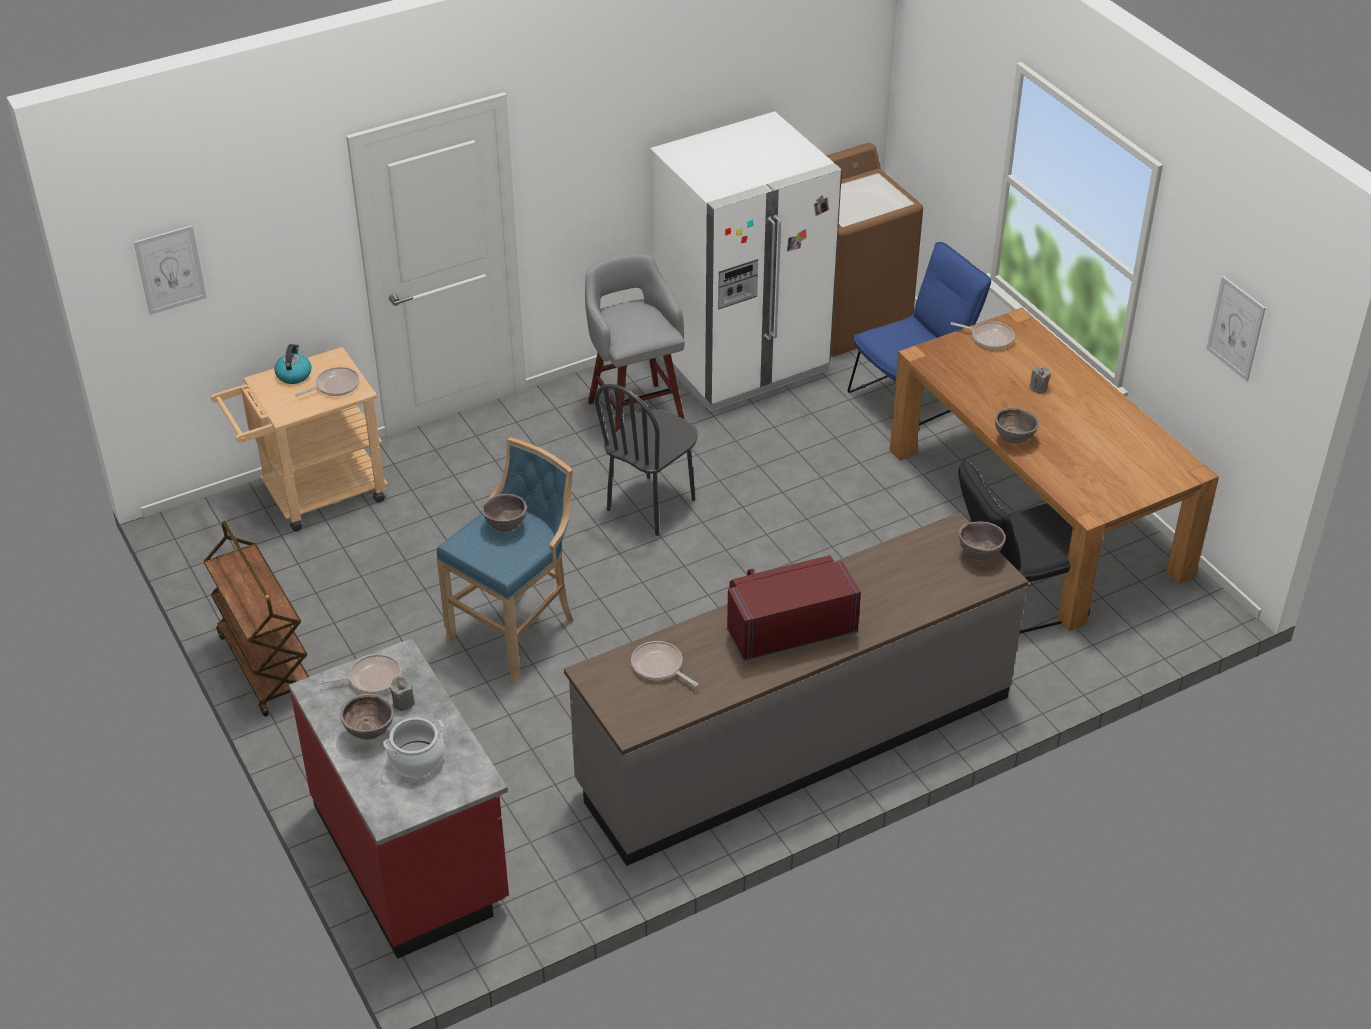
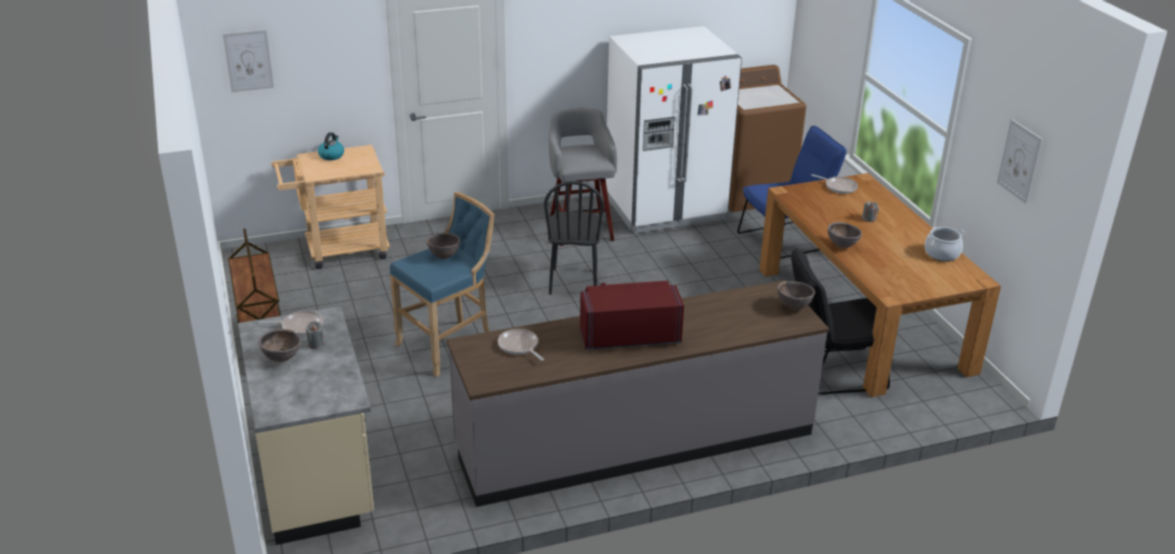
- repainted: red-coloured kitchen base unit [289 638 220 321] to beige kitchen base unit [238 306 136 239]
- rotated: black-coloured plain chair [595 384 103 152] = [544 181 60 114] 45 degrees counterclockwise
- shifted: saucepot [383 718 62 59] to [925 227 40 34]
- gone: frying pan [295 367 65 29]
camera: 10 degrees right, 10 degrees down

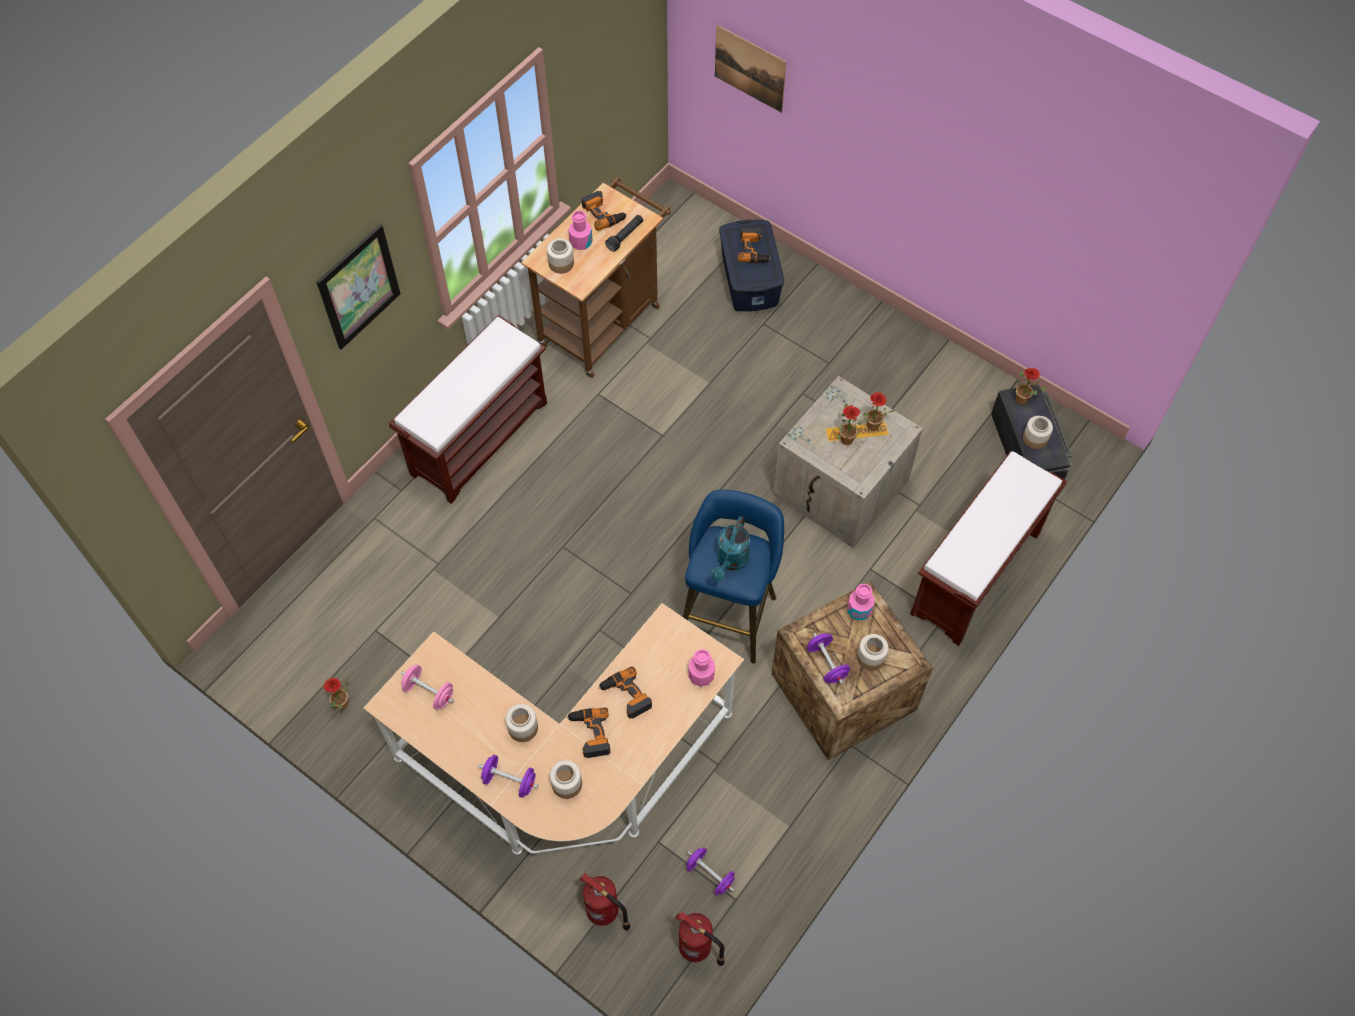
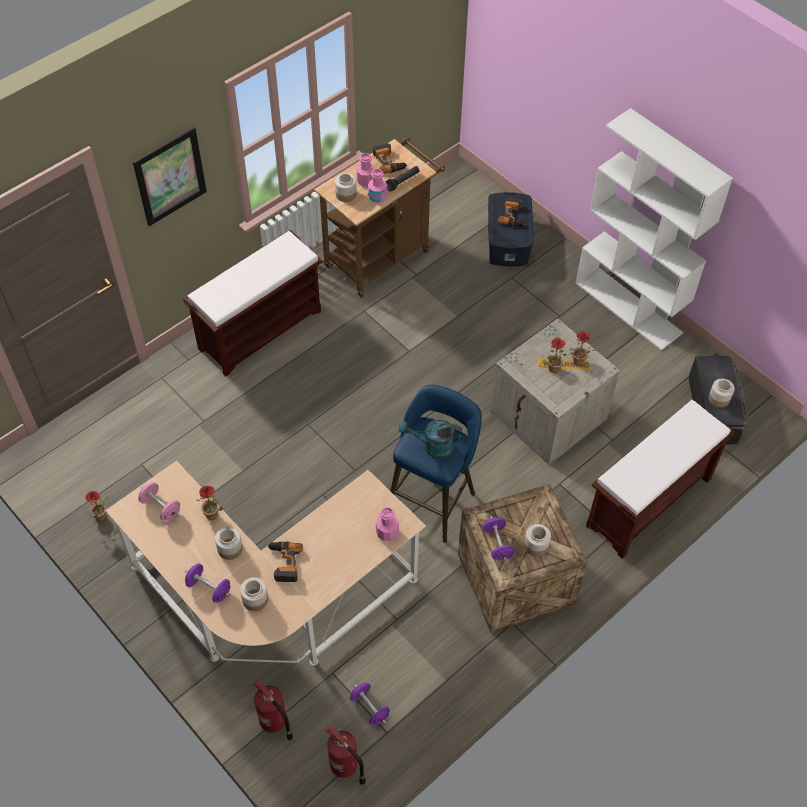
- shifted: houseplant [1016 368 31 37] to [197 486 26 34]
- shifted: pink-coloured beverage bottle [847 584 27 36] to [368 169 19 34]
- rotated: turquoise watering can [711 516 39 65] = [398 419 64 40] 60 degrees clockwise
- new: white-coloured bookshelf [576 108 157 243]
- gone: power drill [598 667 54 52]
- gone: wall art [715 25 72 88]
camera: 10 degrees right, 5 degrees down

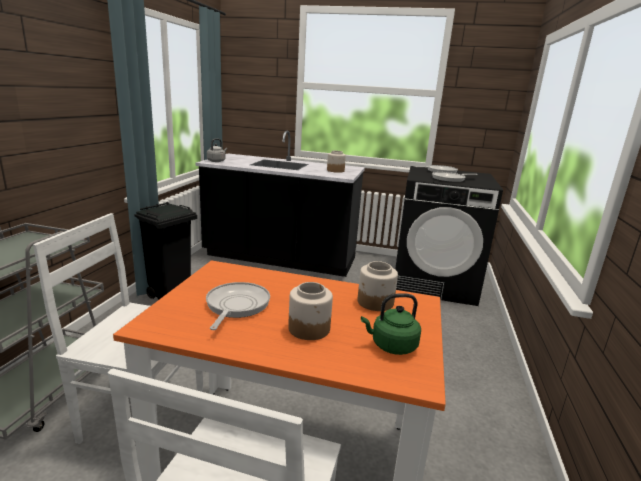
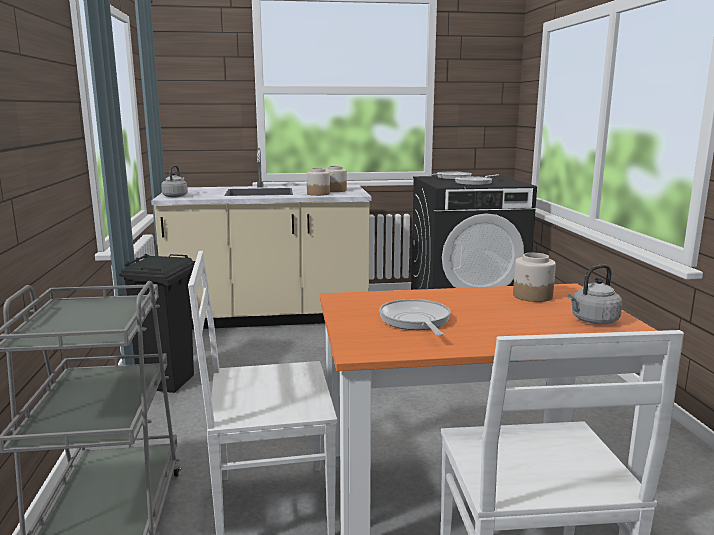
- repainted: black-coloured kitchen base unit [195 130 170 147] to beige kitchen base unit [151 148 220 181]
- shifted: storage jar [288 282 45 58] to [307 168 23 28]
- repainted: greenish tea kettle [361 293 60 62] to gray tea kettle [567 264 55 60]
camera: 20 degrees left, 5 degrees down

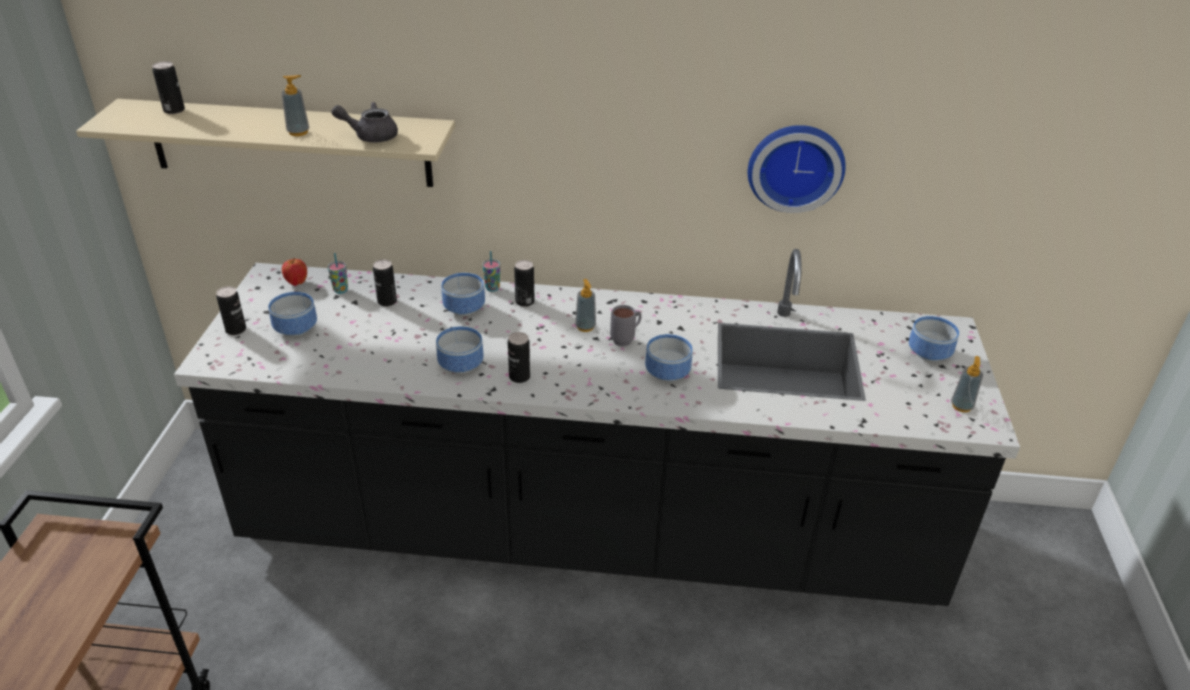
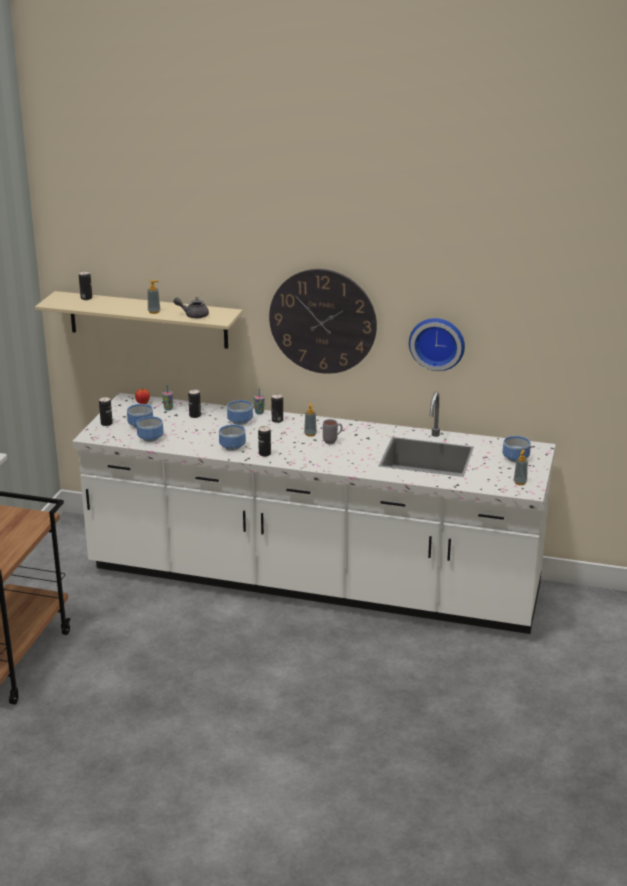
- repainted: black-coloured kitchen base unit [174 249 846 357] to white-coloured kitchen base unit [72 391 484 243]
- shifted: serving bowl [645 334 48 48] to [137 416 27 26]
- new: hanging clock [269 269 108 105]
camera: 10 degrees right, 10 degrees down

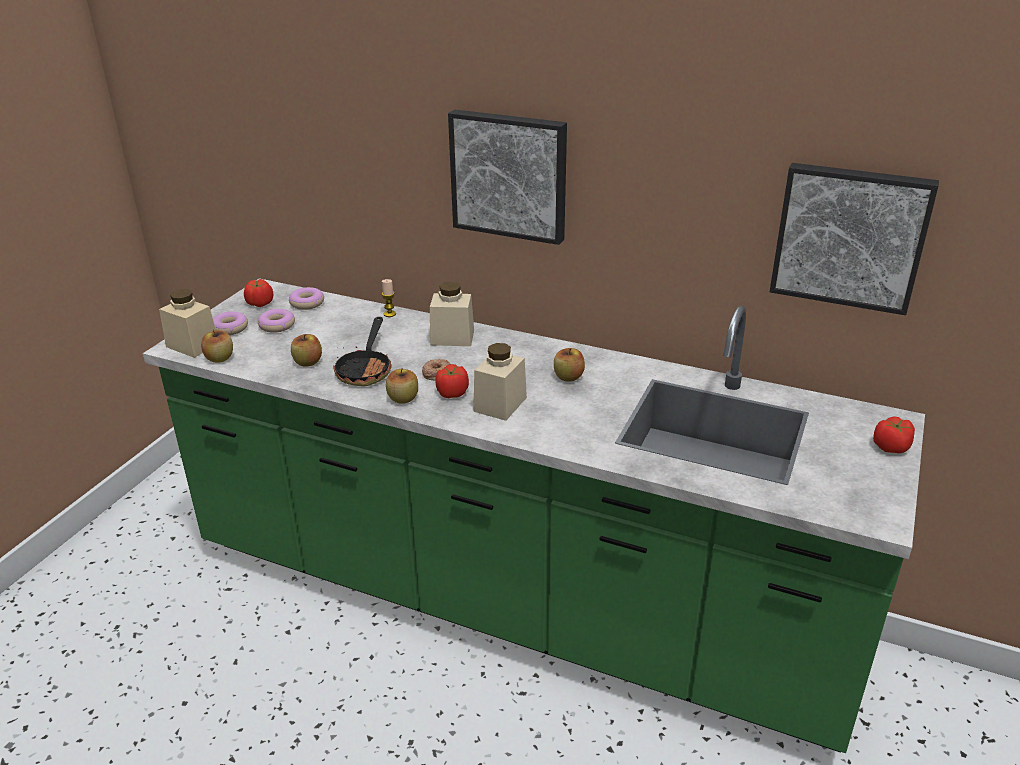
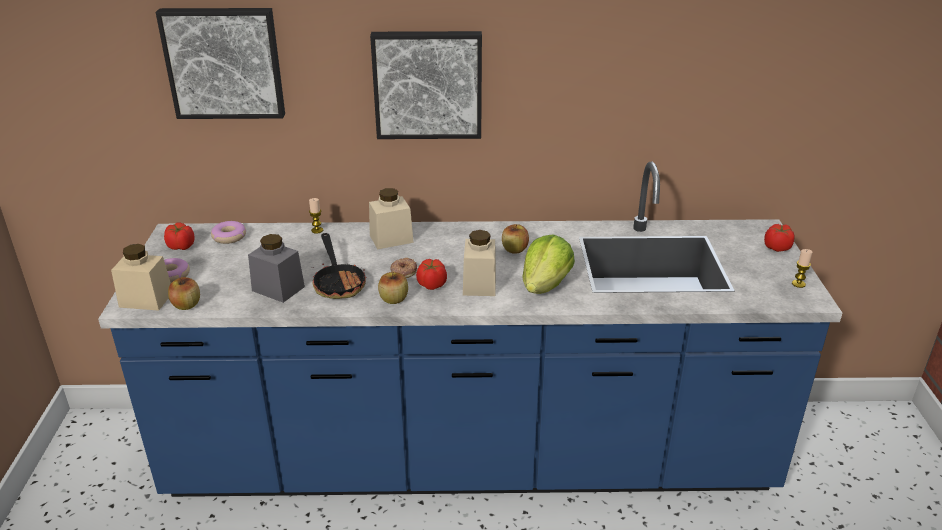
- repainted: greenish kitchen base unit [143 278 782 475] to bluish kitchen base unit [98 162 744 335]
- shifted: wall art [770 163 169 152] to [156 8 129 111]
- swapped: apple [291 334 31 33] to gray storage jar [248 234 57 69]
- new: lettuce [522 234 53 60]
- new: candle [792 249 21 39]
- gone: ring doughnut [258 309 37 24]
camera: 25 degrees left, 0 degrees up

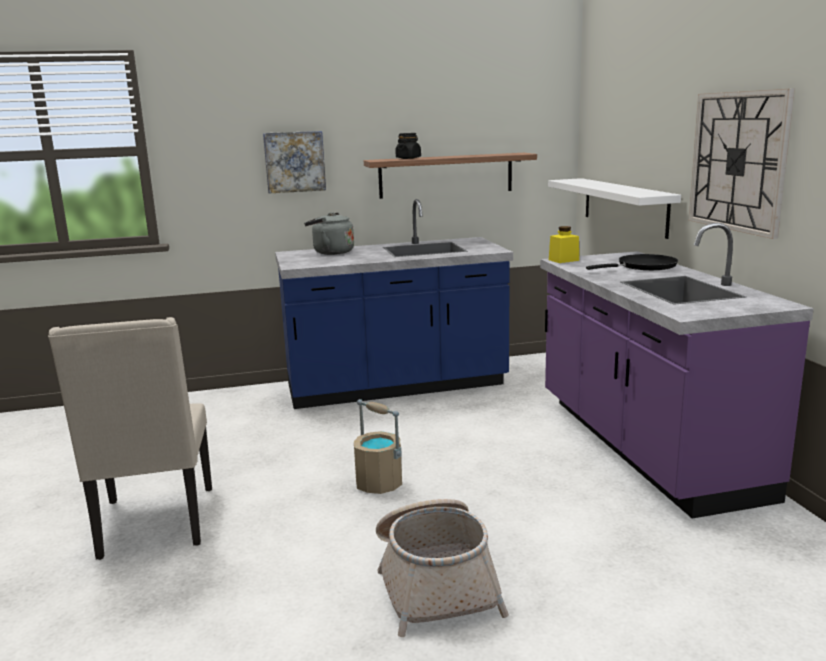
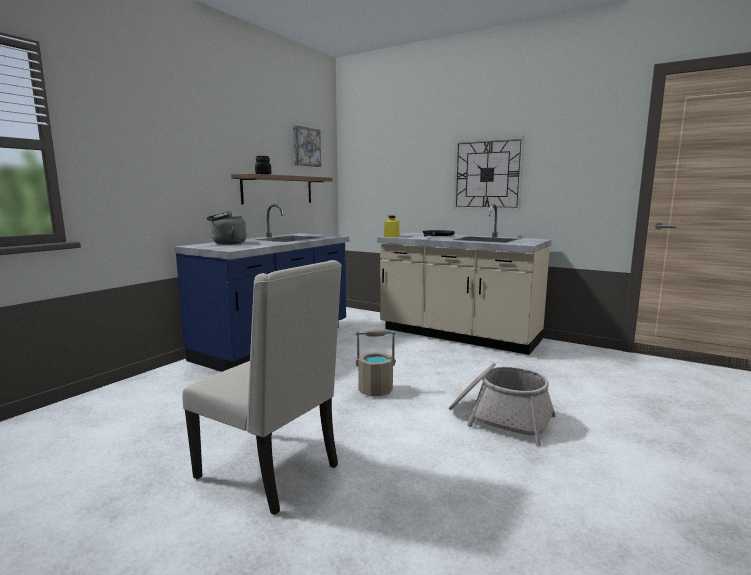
- shifted: wall art [263 131 63 62] to [293 125 28 42]
- repainted: purple kitchen base unit [540 223 274 296] to beige kitchen base unit [377 204 175 151]
- gone: white-coloured wall shelf [548 178 133 61]
camera: 45 degrees left, 5 degrees down

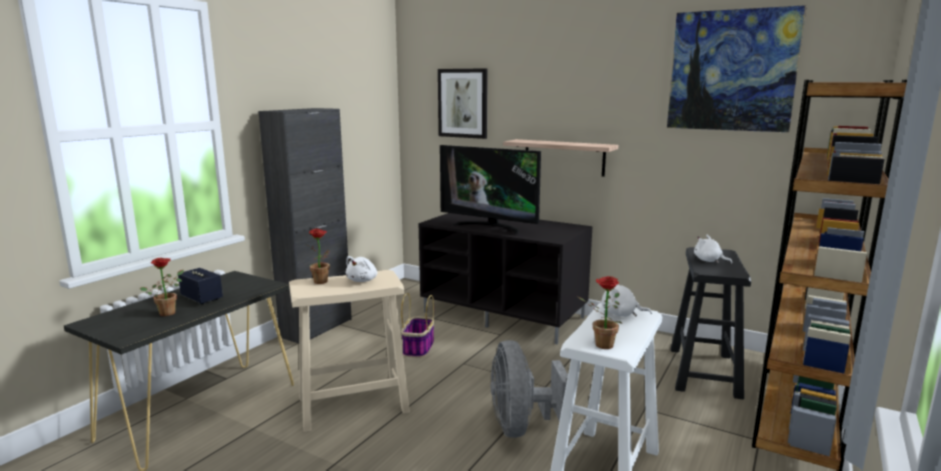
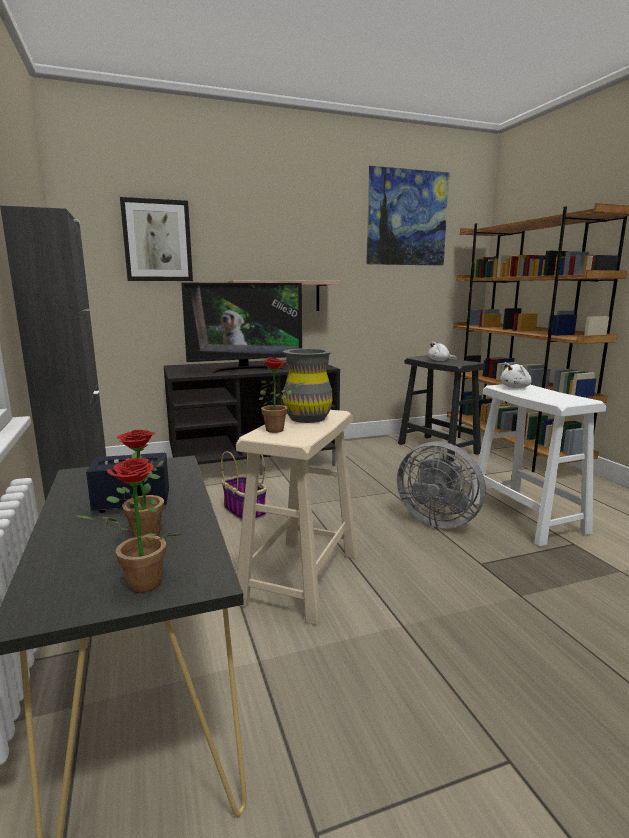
- shifted: houseplant [578 276 45 73] to [75 458 106 135]
- swapped: white-coloured cuddly toy [346 256 31 26] to gray vase [283 348 50 75]
camera: 50 degrees left, 0 degrees up

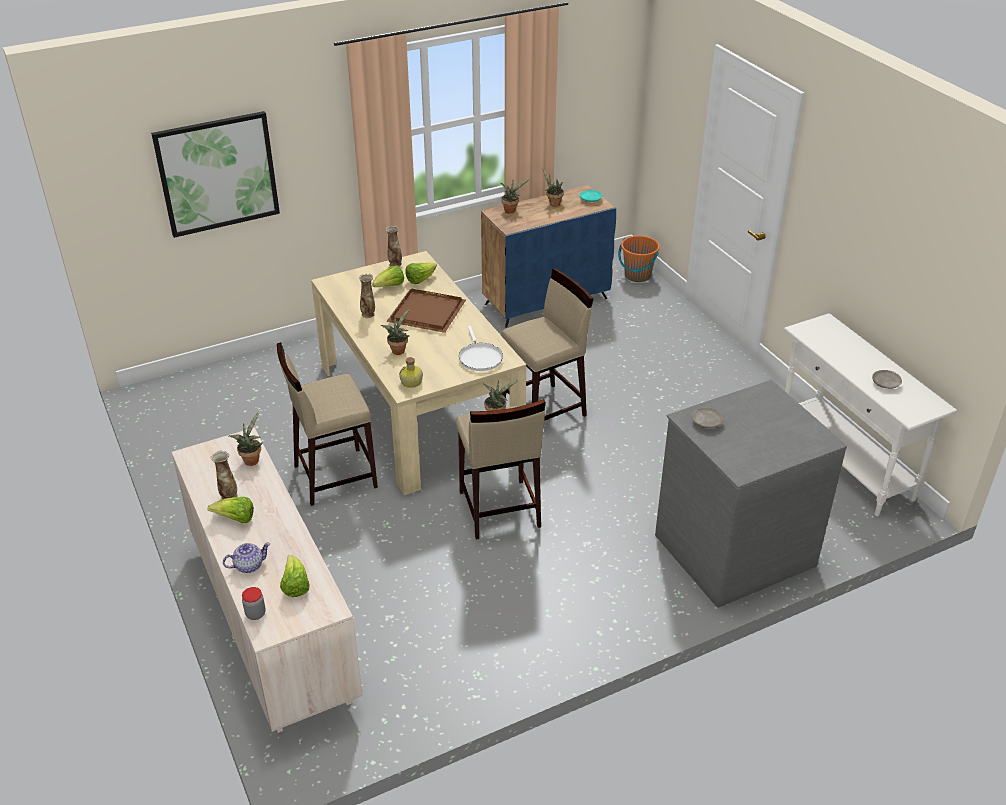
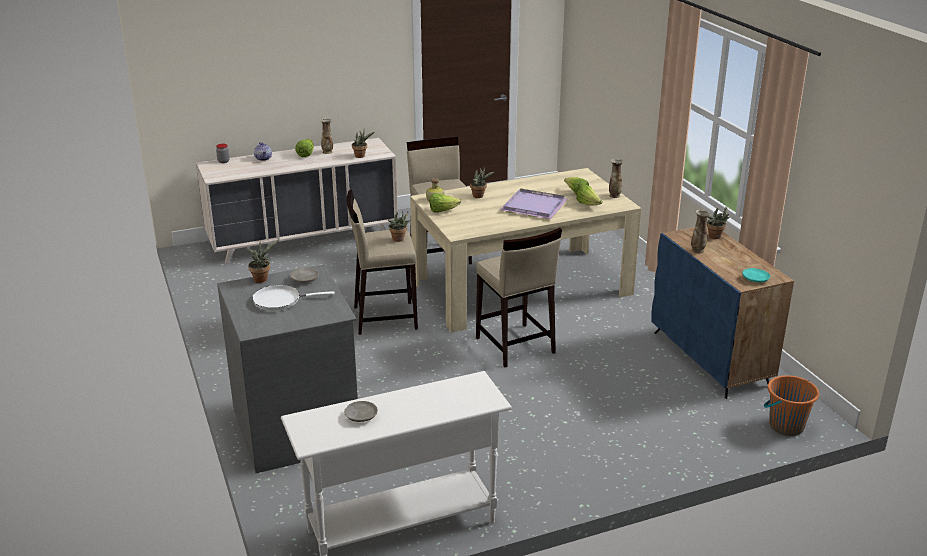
- shifted: houseplant [542 168 22 39] to [245 239 35 44]
- shifted: white-coloured frying pan [459 326 44 45] to [252 285 83 26]
- shifted: lettuce [280 555 30 42] to [430 193 31 20]
- repainted: brown-coloured tray [386 288 80 45] to purple tray [500 189 68 30]
- shifted: vase [359 274 16 44] to [691 210 19 44]
- gone: wall art [151 111 129 127]
camera: 95 degrees right, 10 degrees down

